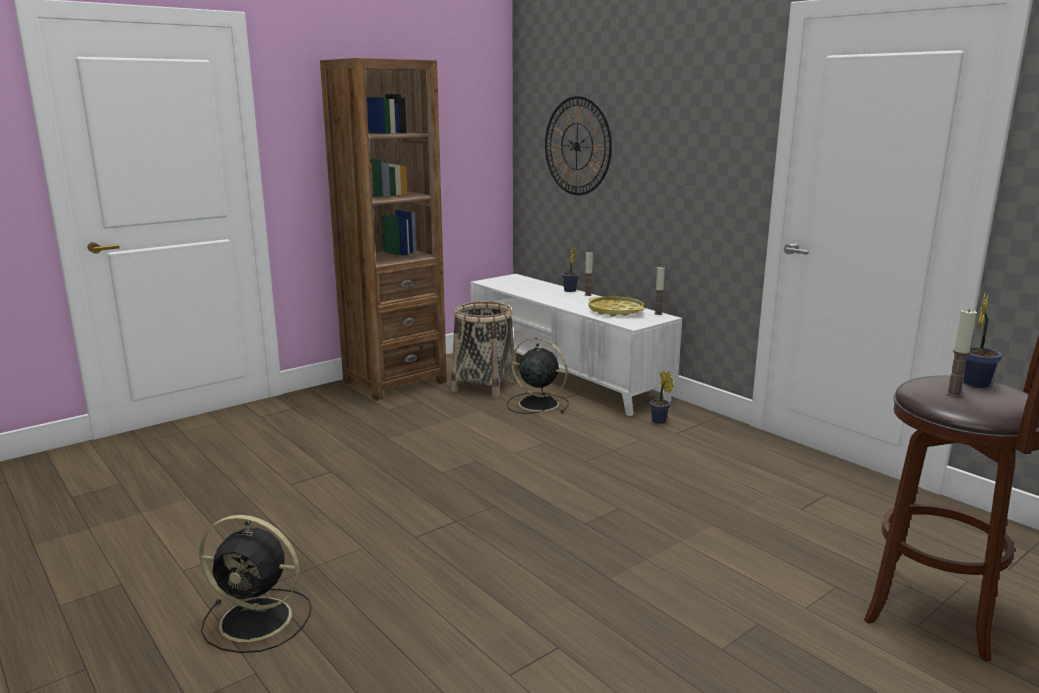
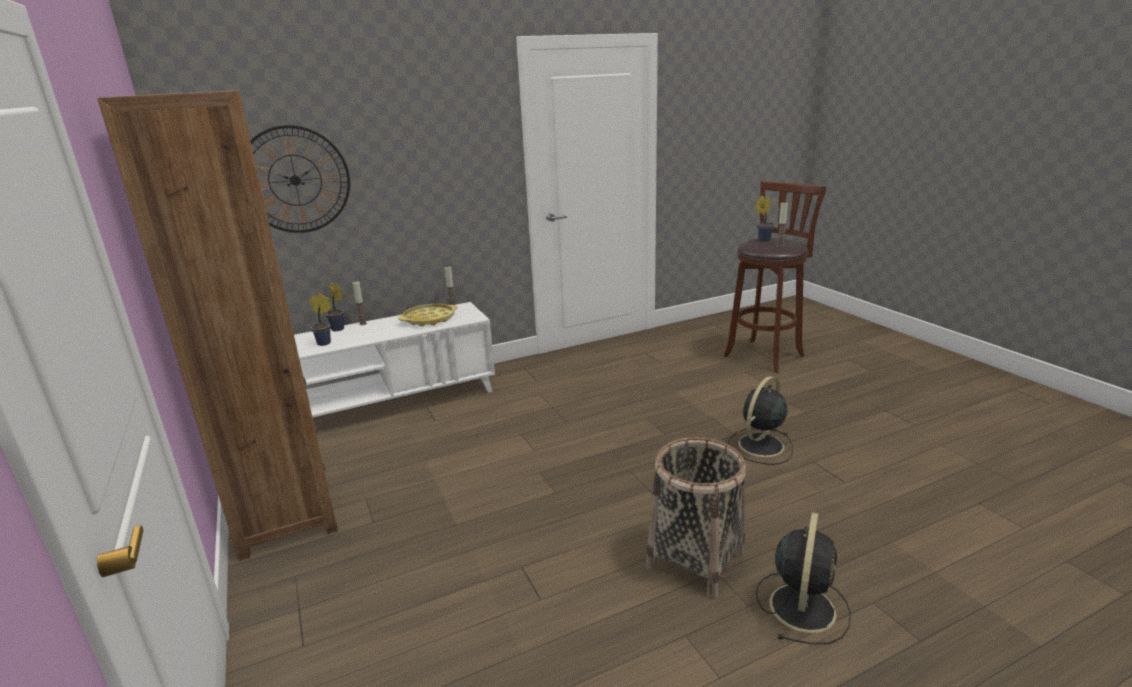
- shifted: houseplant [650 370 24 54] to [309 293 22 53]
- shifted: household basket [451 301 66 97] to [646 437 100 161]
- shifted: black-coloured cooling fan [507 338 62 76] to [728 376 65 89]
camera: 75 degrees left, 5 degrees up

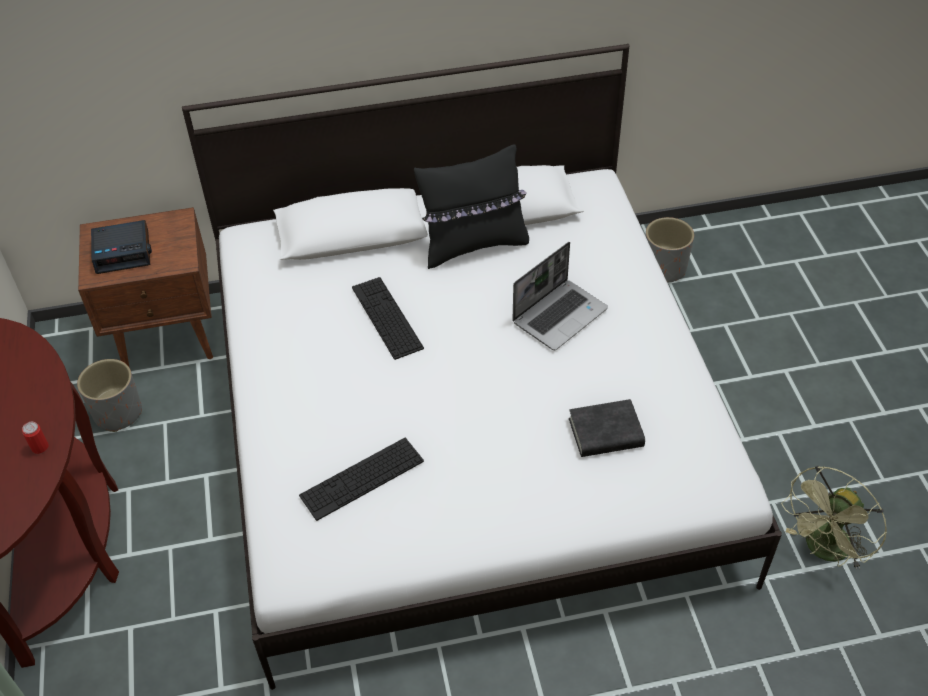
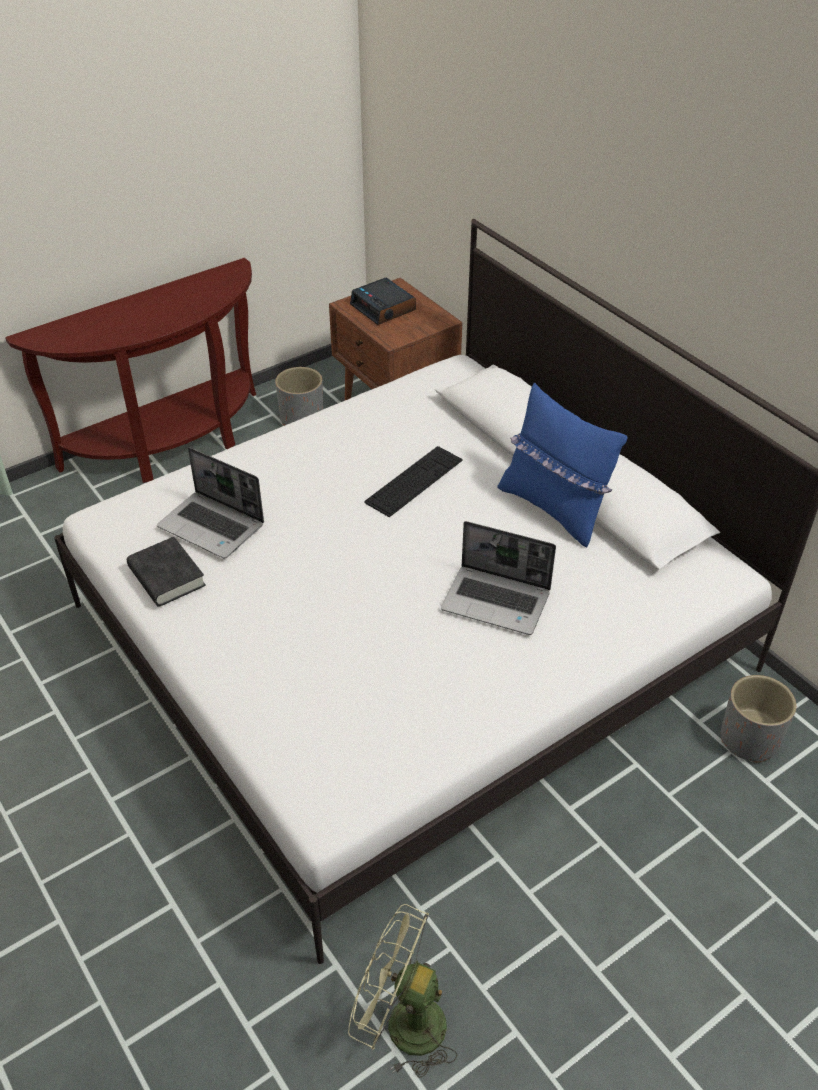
- shifted: black-coloured book [569 399 76 58] to [127 537 79 70]
- swapped: computer keyboard [299 438 125 83] to notebook computer [157 447 107 112]
- repainted: black-coloured throw pillow [414 144 115 125] to bluish throw pillow [497 383 131 164]
- gone: metal can [22 422 27 32]
camera: 65 degrees right, 5 degrees down

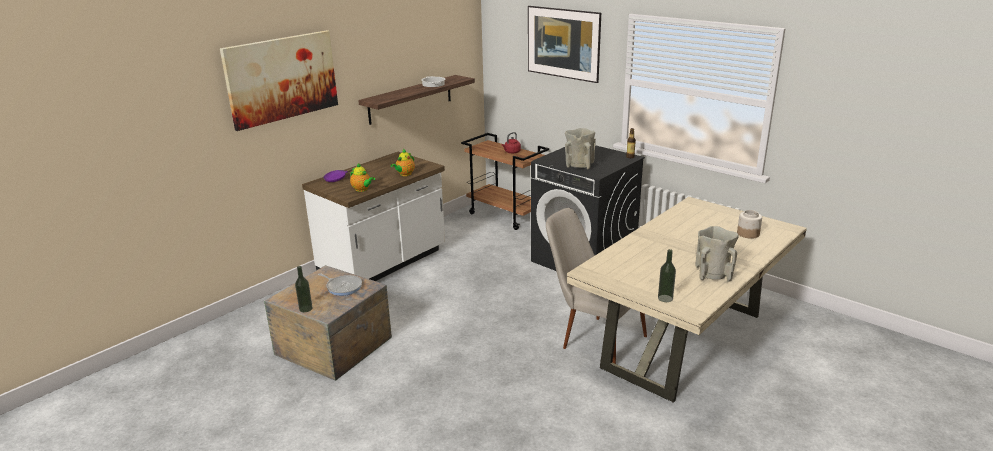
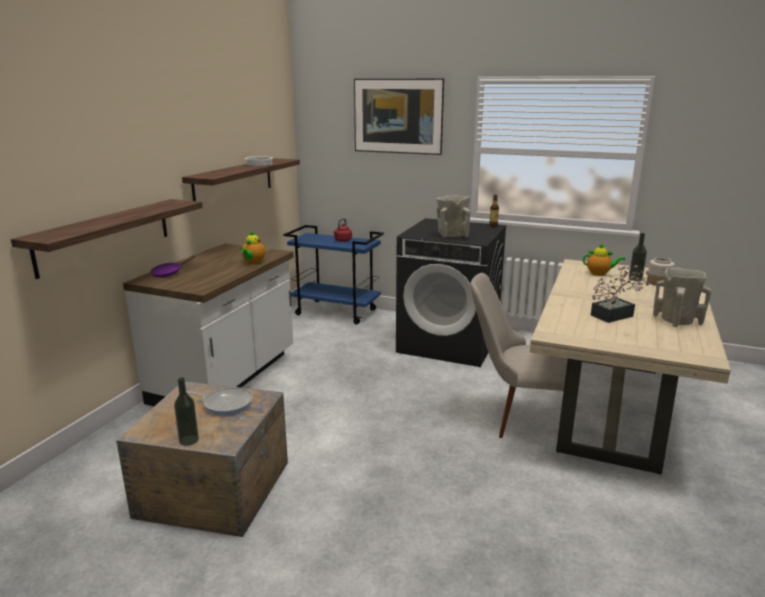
- new: wall shelf [11 199 192 80]
- repainted: brown-coloured trolley [461 133 88 97] to bluish trolley [283 225 101 100]
- shifted: tea pot [350 163 25 29] to [583 243 42 33]
- new: houseplant [591 265 58 58]
- shifted: beverage bottle [658 249 18 53] to [629 233 18 48]
- gone: wall art [220 30 118 101]
camera: 20 degrees left, 5 degrees down

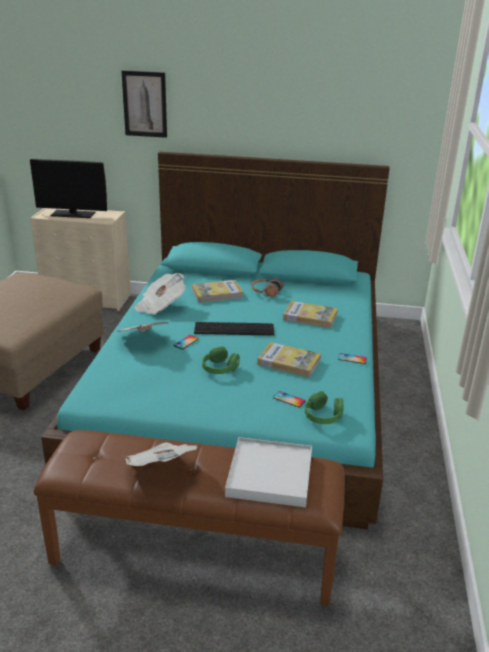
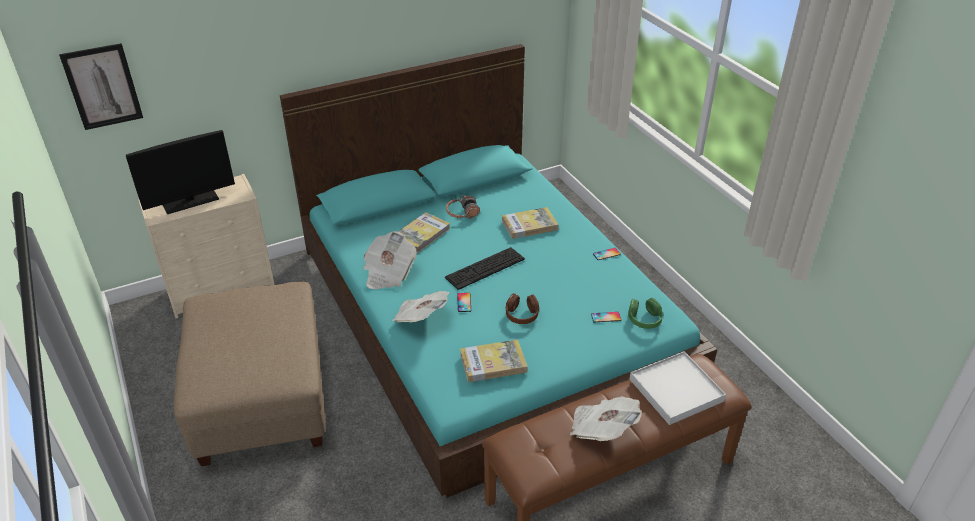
- shifted: wall art [122 71 45 67] to [59 43 84 87]
- shifted: book [257 342 64 36] to [460 339 68 43]
- repainted: greenish pair of headphones [202 347 38 27] to brown-coloured pair of headphones [506 293 33 31]
camera: 35 degrees left, 10 degrees up

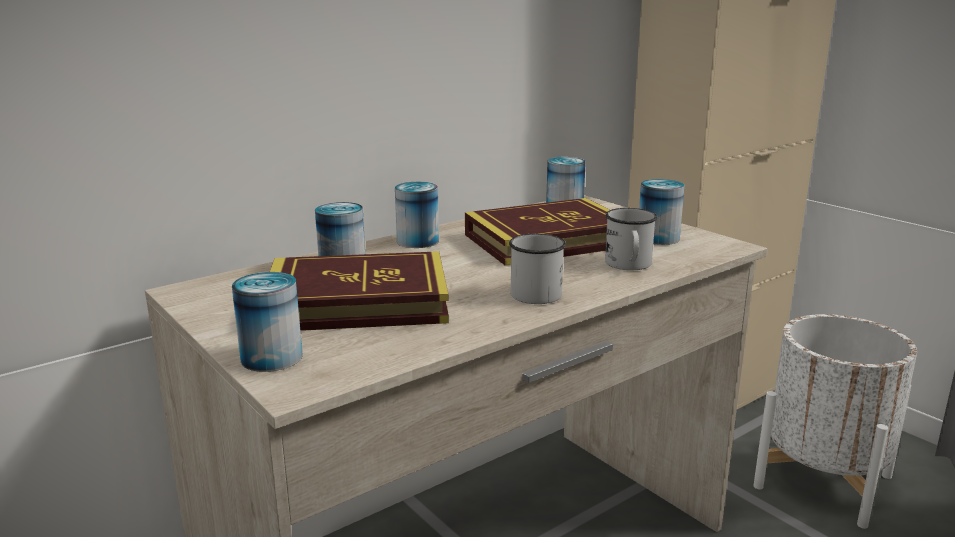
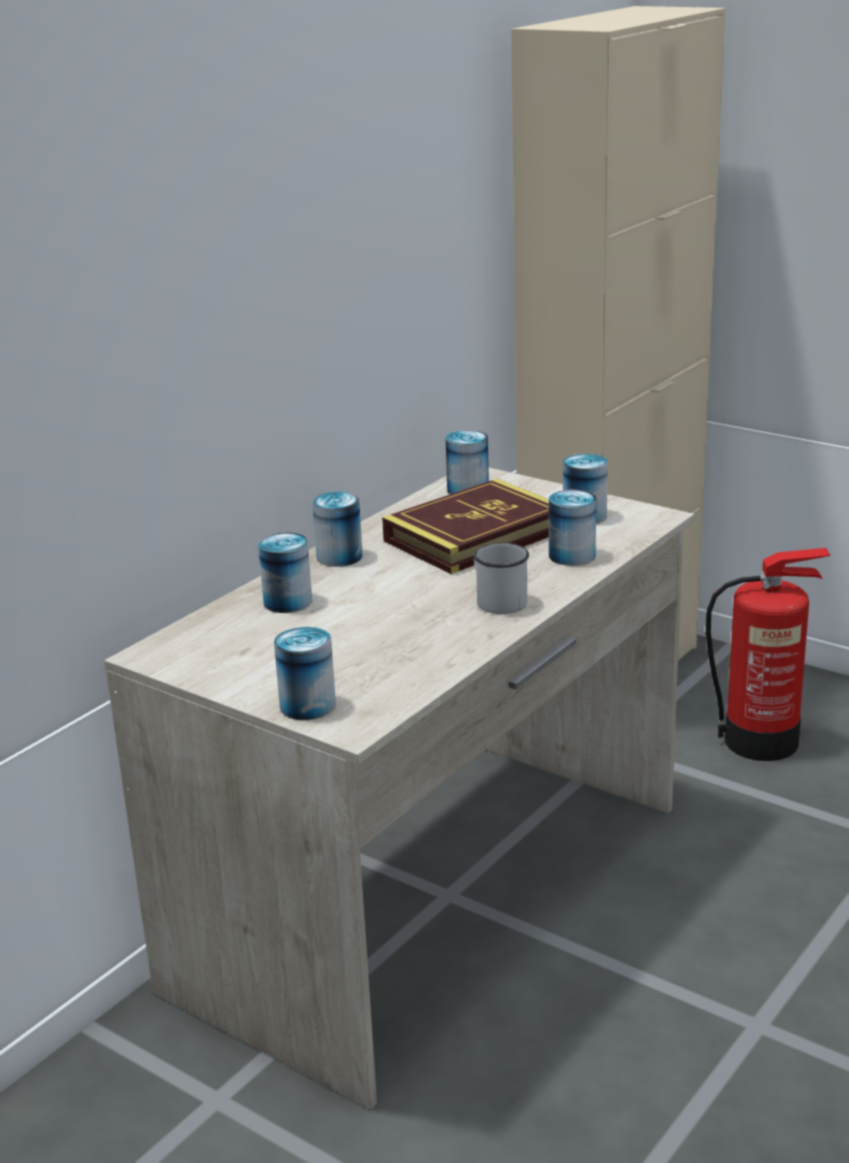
- swapped: white-coloured coffee mug [605 208 52 62] to metal can [549 490 47 76]
- swapped: white-coloured flower pot [753 314 164 215] to extinguisher [706 548 125 213]
- gone: book [270 251 179 80]
camera: 15 degrees left, 5 degrees up

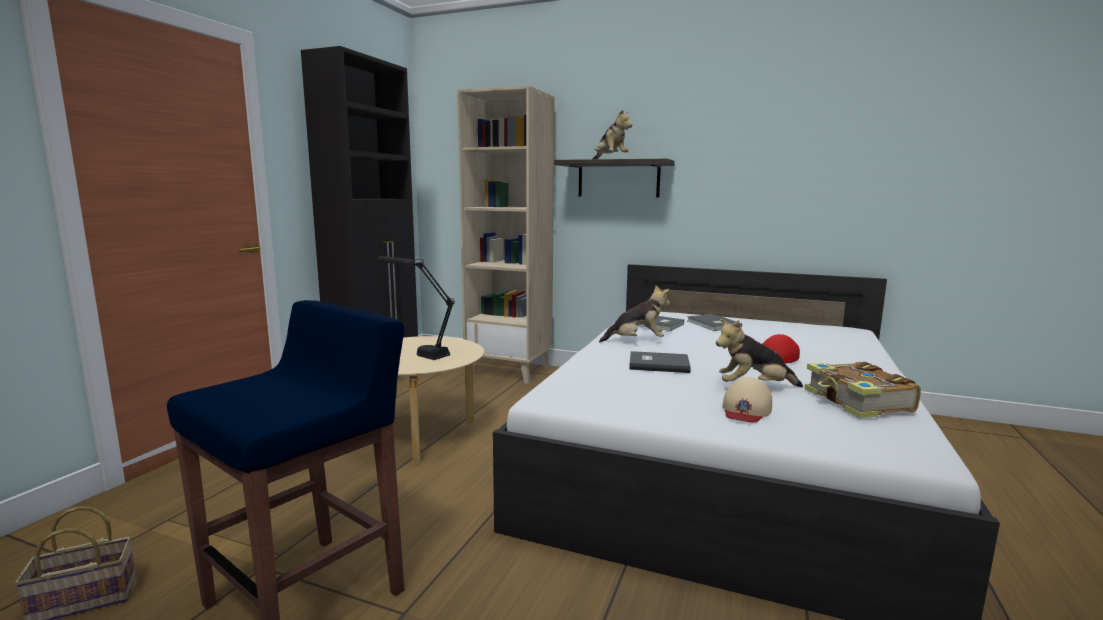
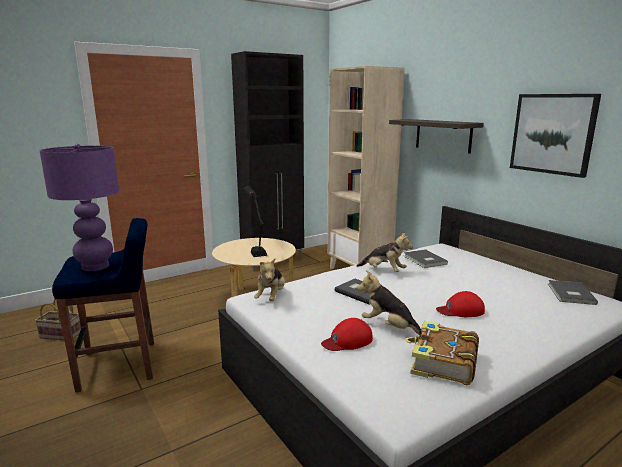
- new: purple lamp for a table [40 144 79 127]
- shifted: cuddly toy [593 110 39 49] to [254 259 31 42]
- repainted: beige cap [722 377 50 45] to red-coloured cap [321 318 52 33]
- new: wall art [510 94 91 84]
- shifted: gray book [687 314 55 17] to [548 280 50 25]
camera: 35 degrees right, 5 degrees up

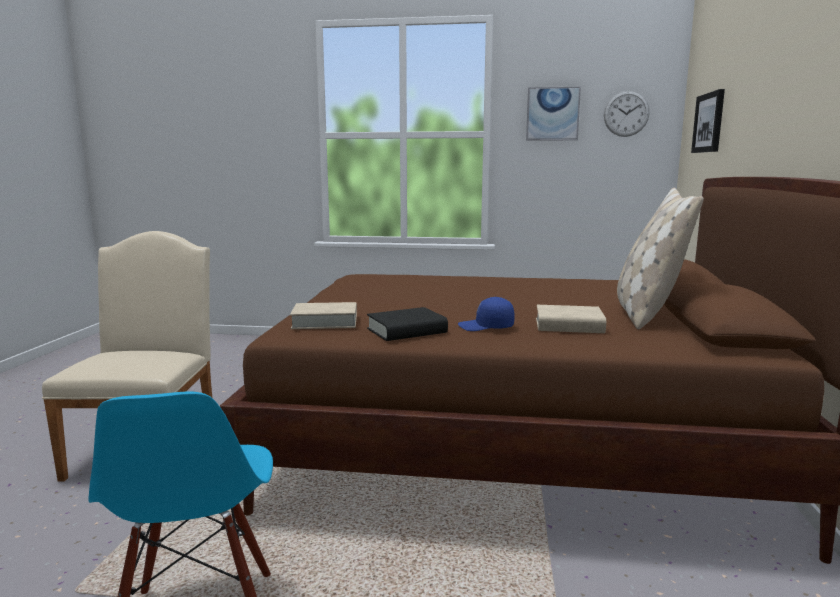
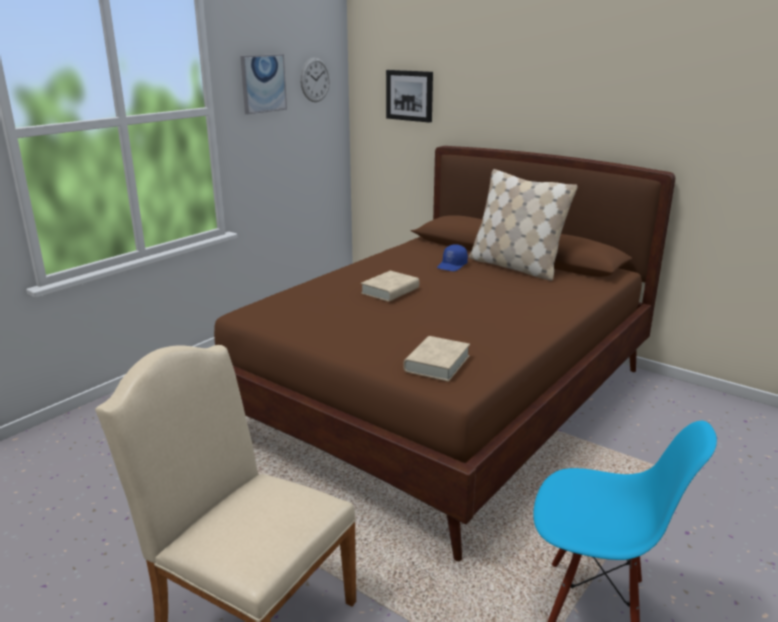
- shifted: beige book [536 305 70 28] to [361 271 58 31]
- shifted: bluish cap [458 297 57 34] to [437 244 31 27]
- gone: black-coloured book [367 307 81 34]
camera: 60 degrees left, 10 degrees up

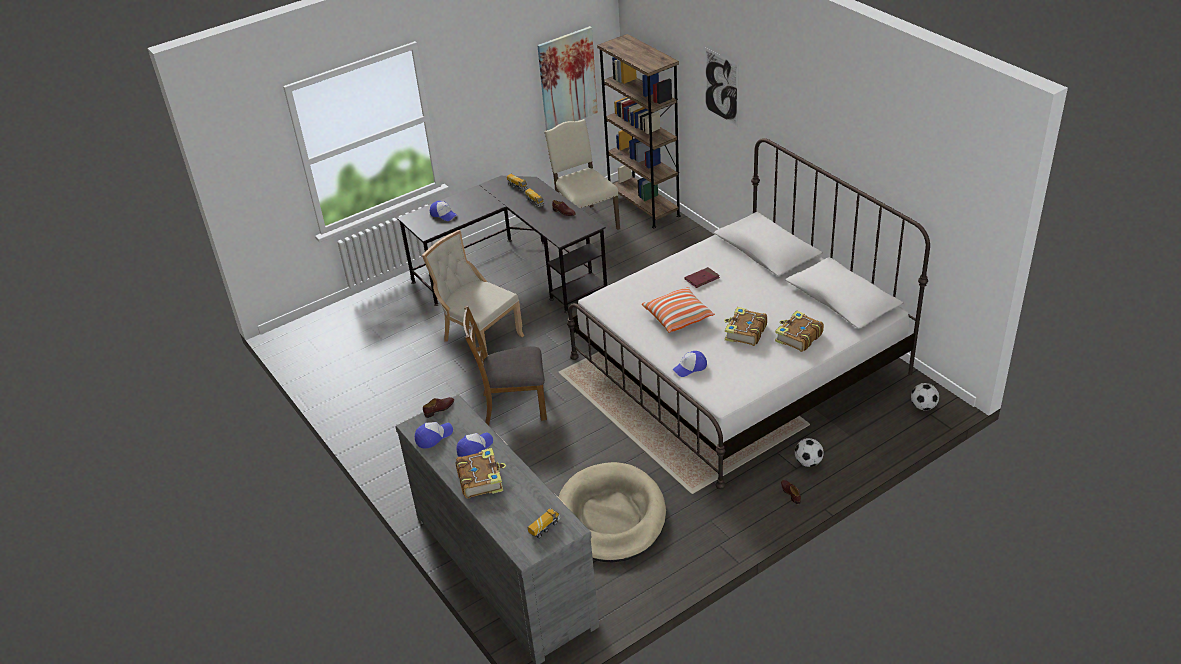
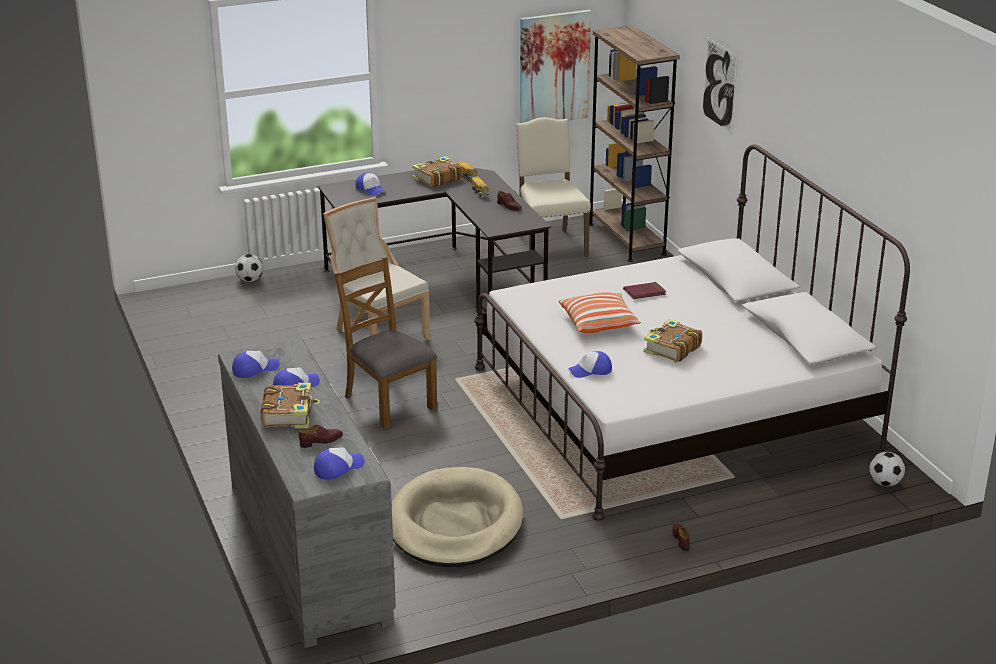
- shifted: ball for football [795 438 29 29] to [235 254 28 28]
- shifted: brown-coloured item of footwear [423 397 31 21] to [299 425 44 23]
- swapped: toy lorry [528 508 32 31] to cap [314 447 51 33]
- rotated: brown-coloured plain chair [463 305 84 120] = [335 257 102 172] 45 degrees clockwise
- shifted: book [775 311 49 41] to [412 156 51 31]
camera: 10 degrees right, 10 degrees down

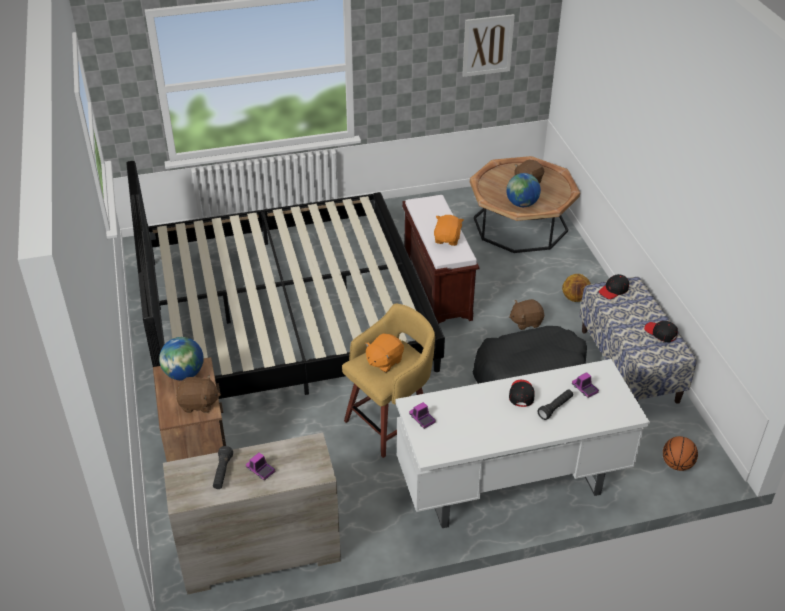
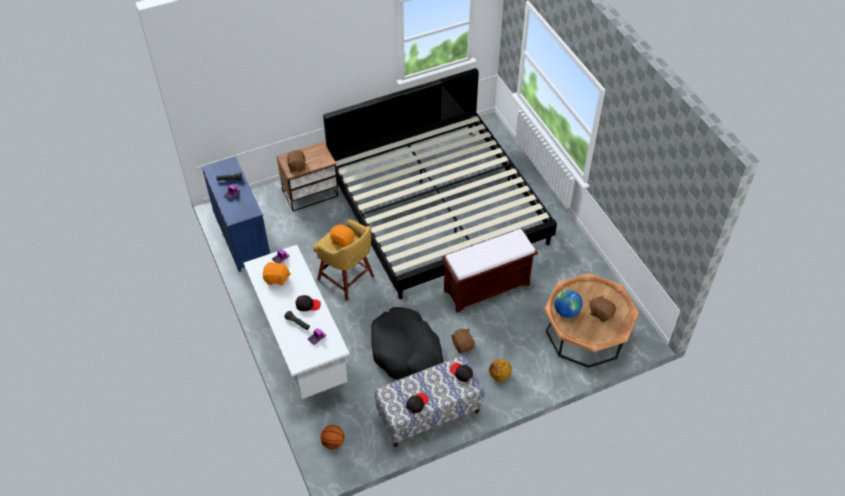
- repainted: beige drawer chest [163 433 178 162] to bluish drawer chest [202 156 68 116]
- shifted: orangey cuddly toy [434 215 30 31] to [263 261 28 24]
- gone: desk globe [159 337 45 43]
- gone: wall art [462 14 53 63]
camera: 80 degrees right, 10 degrees up

